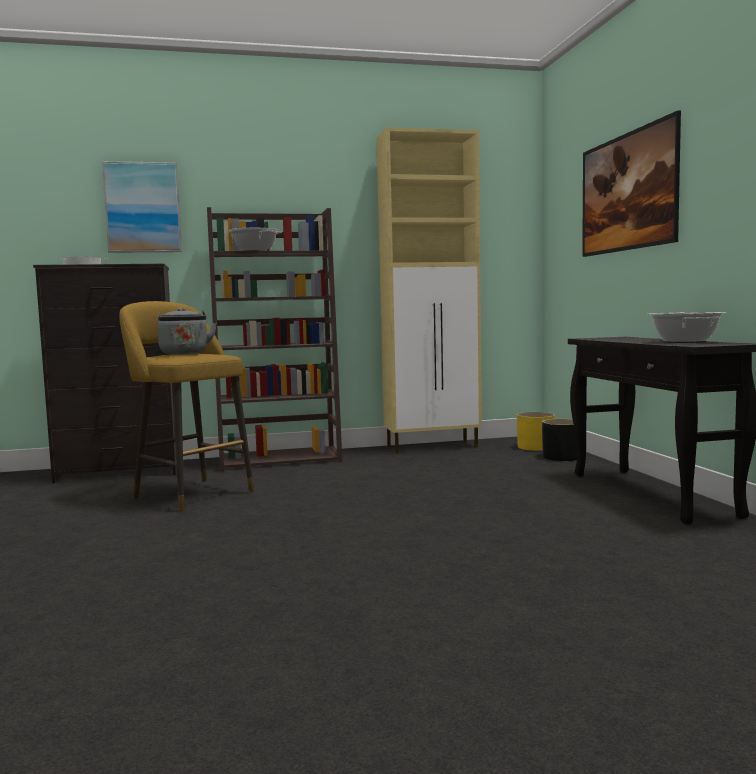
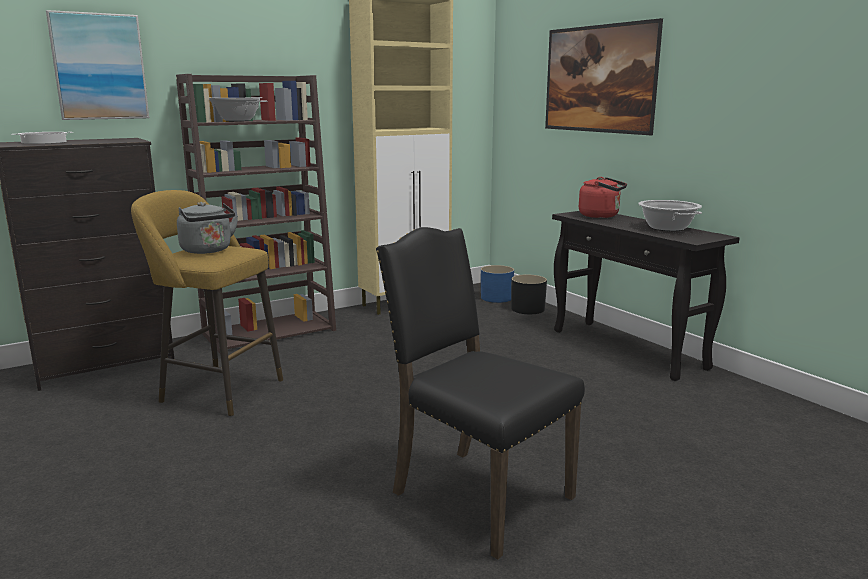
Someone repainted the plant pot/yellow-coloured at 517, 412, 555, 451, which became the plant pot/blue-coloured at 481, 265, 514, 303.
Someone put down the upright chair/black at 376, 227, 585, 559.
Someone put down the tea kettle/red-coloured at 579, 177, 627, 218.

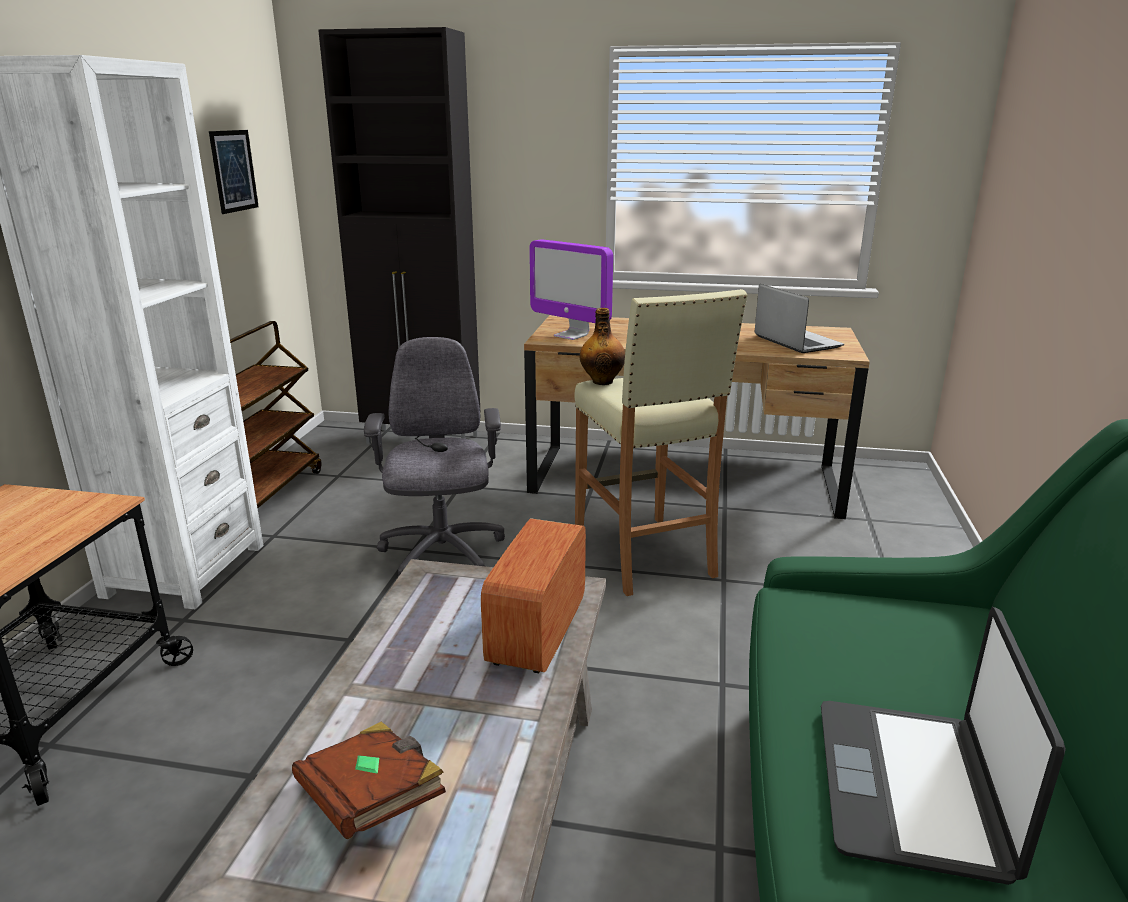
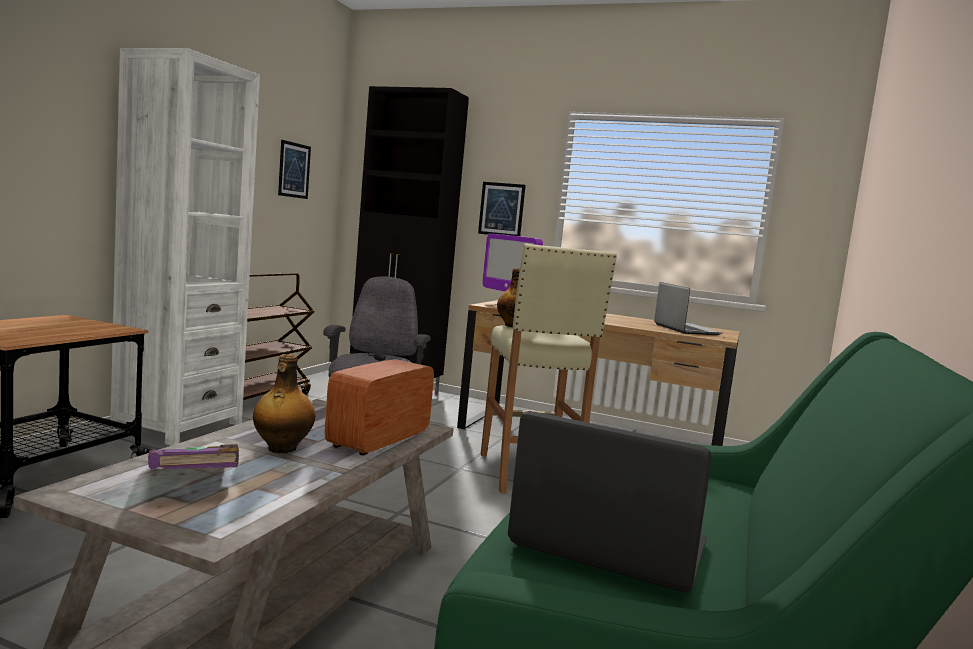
Someone repainted the volume/brownish at 292, 722, 446, 839, which became the volume/purple at 148, 444, 239, 470.
Someone rotated the notebook computer at 821, 607, 1066, 885 by 90 degrees clockwise.
Someone put down the drink bottle at 253, 354, 315, 453.
Someone put up the wall art at 478, 182, 526, 236.

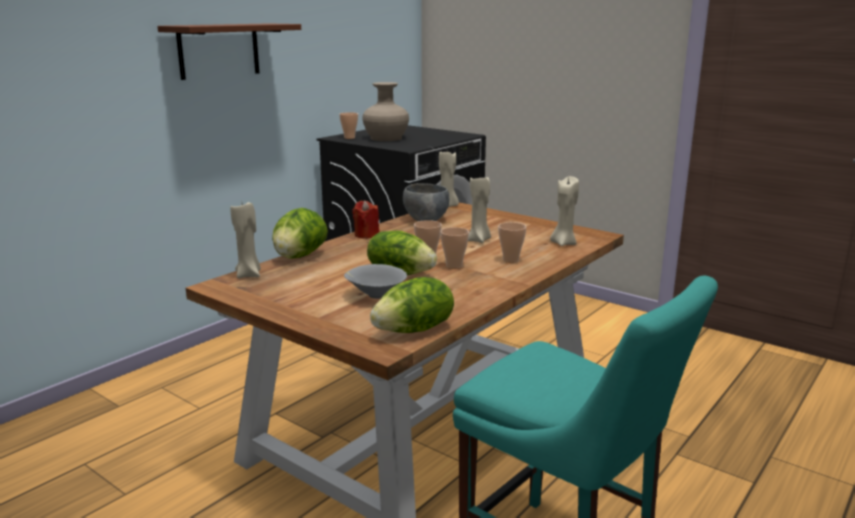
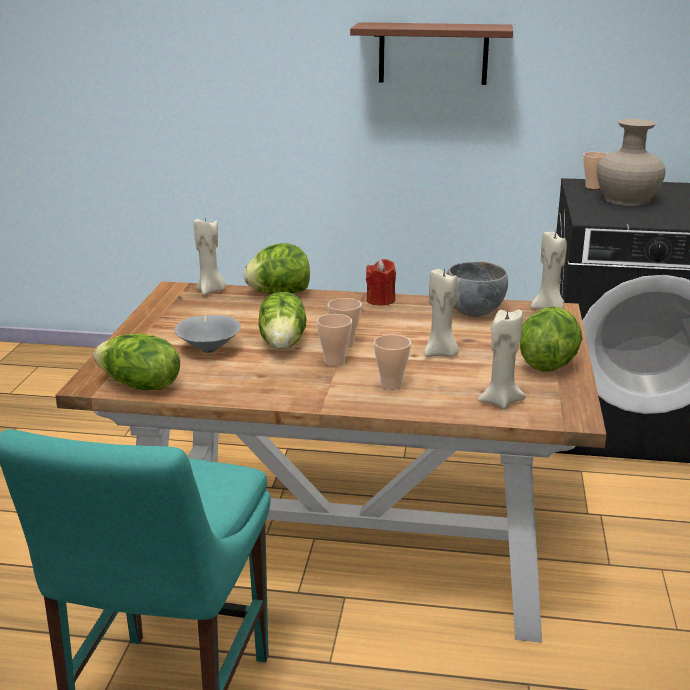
Someone put down the lettuce head at 520, 306, 583, 372.

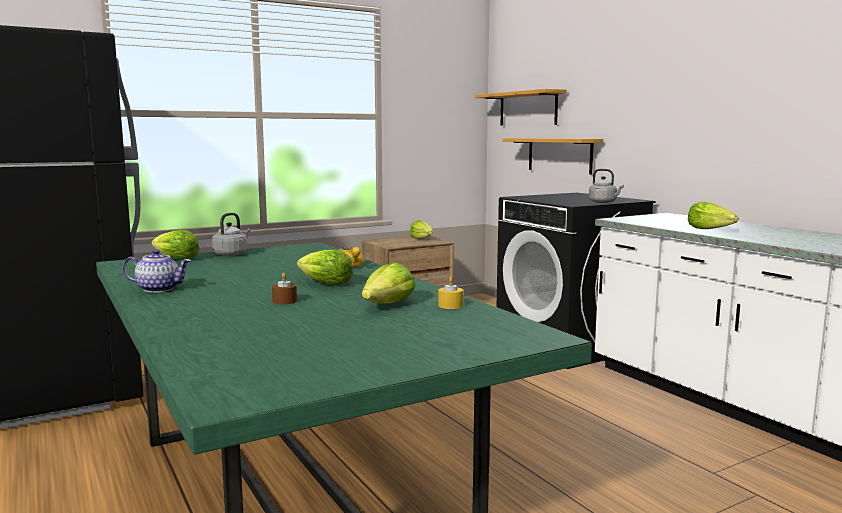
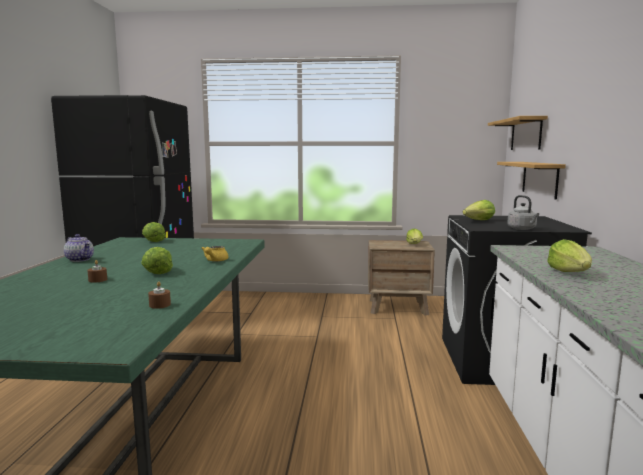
Someone took away the tea kettle/grey at 212, 213, 250, 256.
Someone carried the lettuce head from 362, 262, 416, 304 to 463, 200, 495, 220.
Someone repainted the wax candle/yellow-coloured at 438, 277, 463, 309, which became the wax candle/brownish at 148, 281, 171, 309.

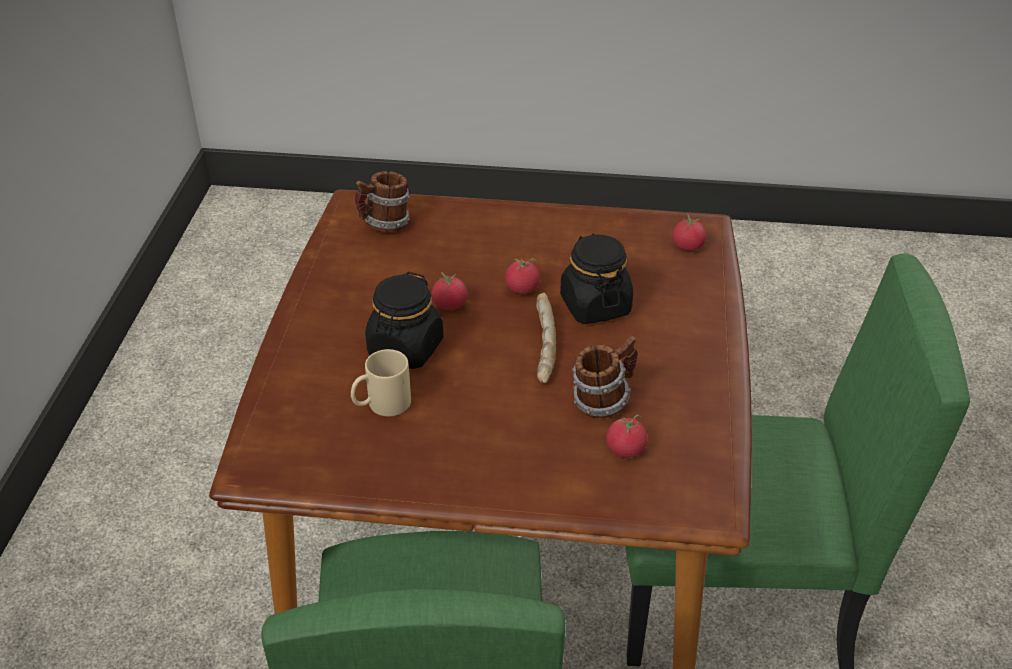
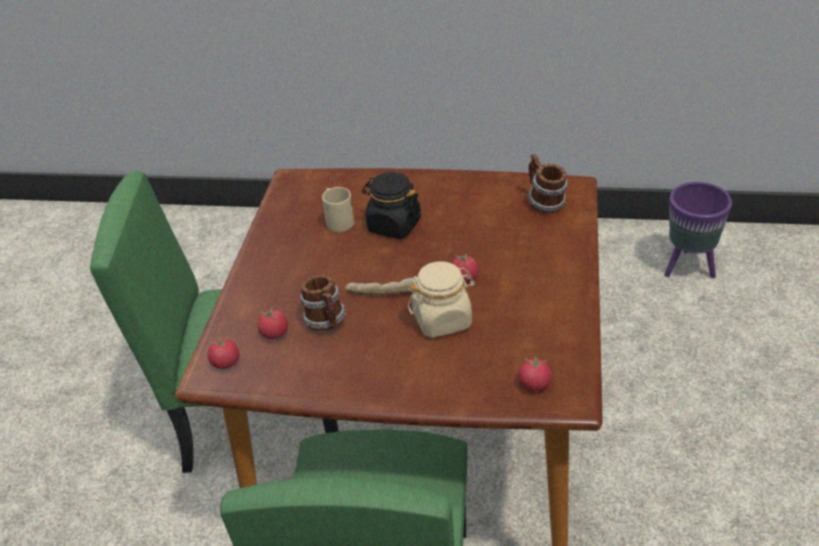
Someone carried the fresh tomato from 432, 272, 467, 310 to 208, 335, 239, 369.
Someone repainted the preserve jar/black at 560, 234, 633, 324, which became the preserve jar/beige-coloured at 408, 261, 475, 338.
Someone put down the plant pot/purple at 665, 182, 732, 278.

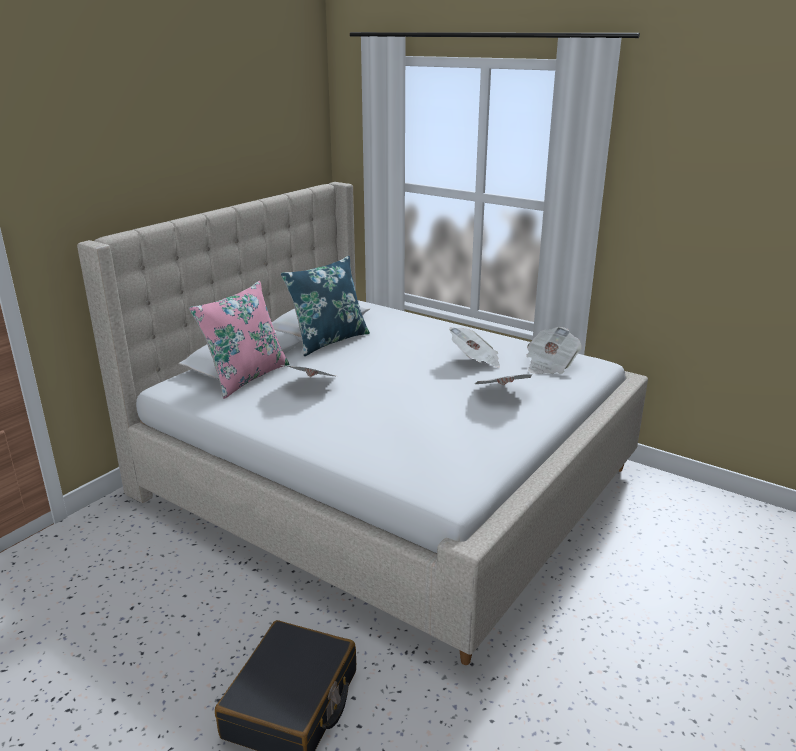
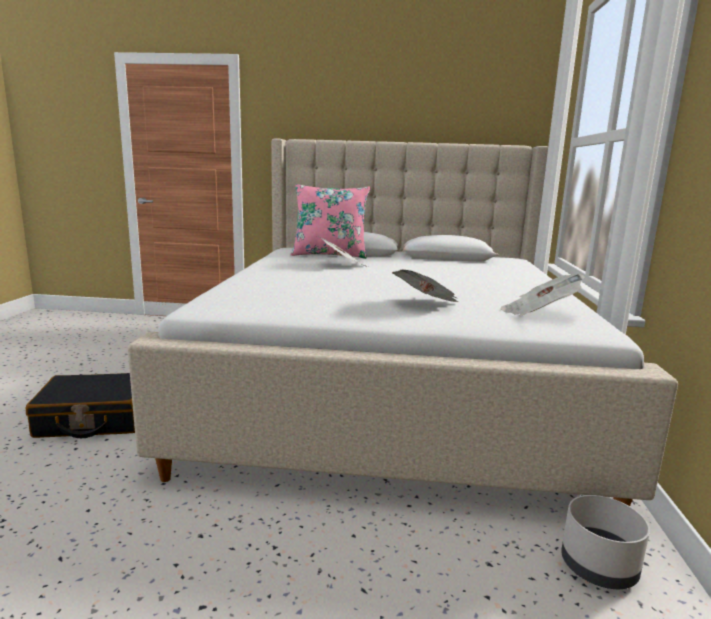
Someone took away the pillow/blue-coloured at 281, 256, 370, 356.
Someone took away the newspaper at 449, 327, 500, 367.
Someone put down the plant pot/grey at 561, 495, 650, 589.

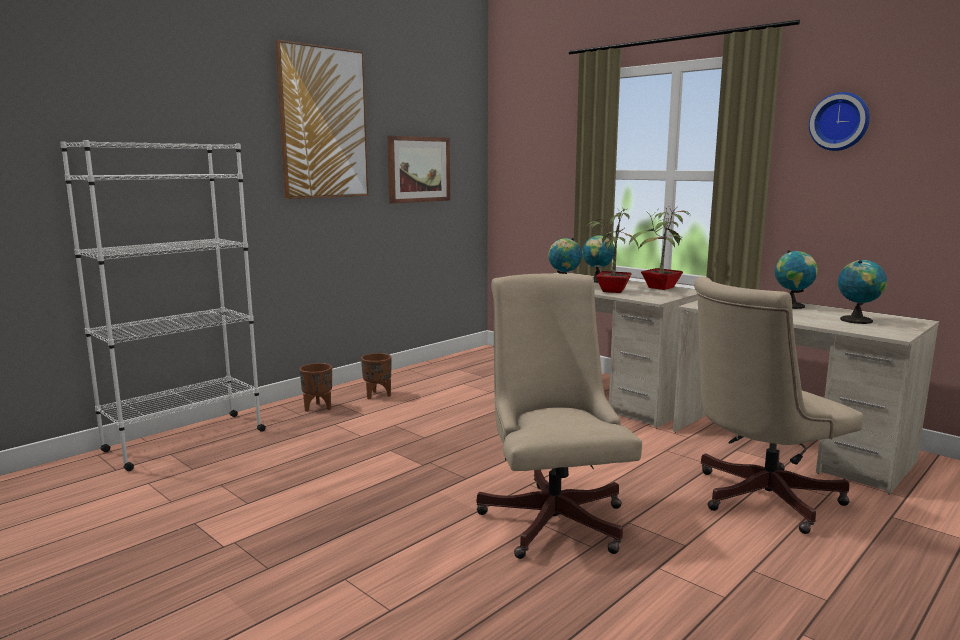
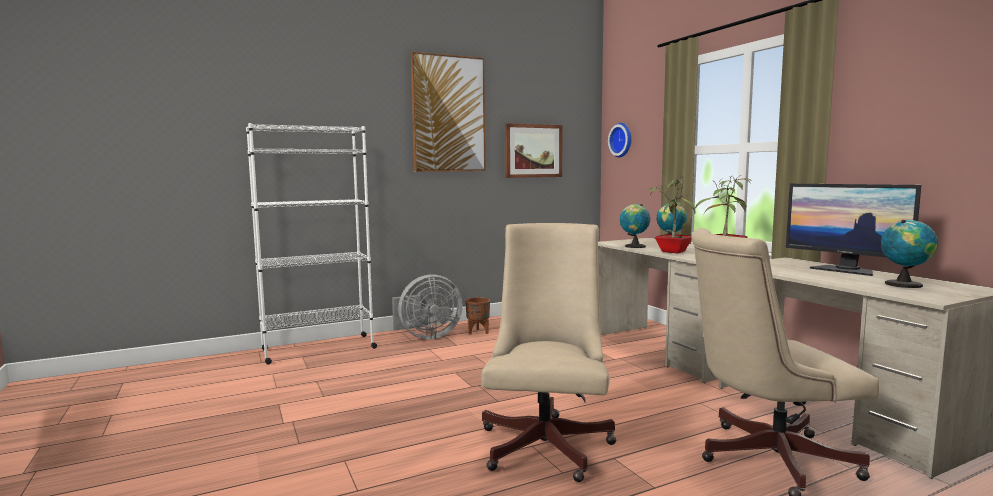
Someone swapped the plant pot/brownish at 299, 363, 332, 412 for the electric fan/grey at 392, 275, 463, 339.
Someone swapped the world globe at 775, 250, 818, 309 for the monitor at 786, 184, 921, 276.
Someone carried the hanging clock from 809, 92, 870, 151 to 608, 123, 632, 157.

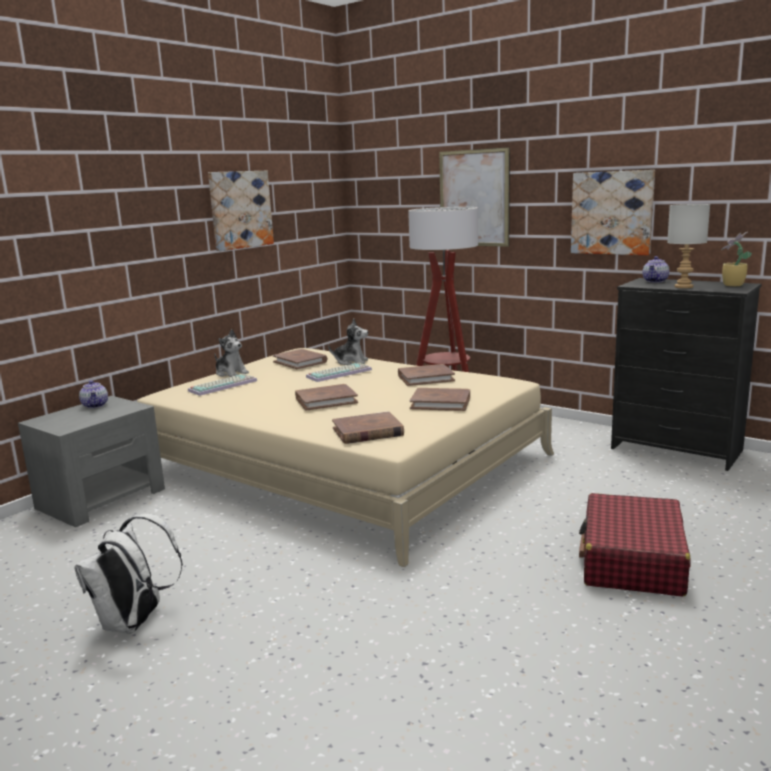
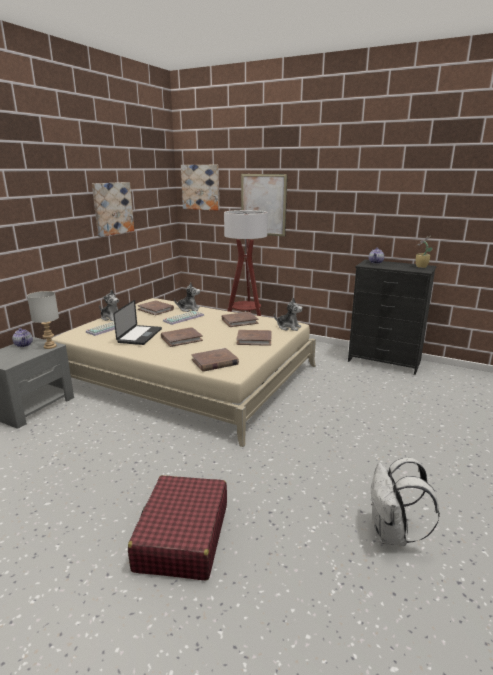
Someone carried the knapsack/white from 75, 514, 183, 634 to 371, 458, 440, 546.
Someone carried the wall art from 571, 170, 655, 255 to 181, 165, 219, 211.
Someone carried the piece of luggage/red-coloured from 579, 493, 691, 596 to 128, 475, 227, 580.
Someone carried the lamp for a table/grey from 667, 204, 710, 288 to 27, 291, 59, 349.
Someone put down the notebook computer at 113, 300, 162, 345.
Someone put down the soft toy at 274, 297, 303, 331.

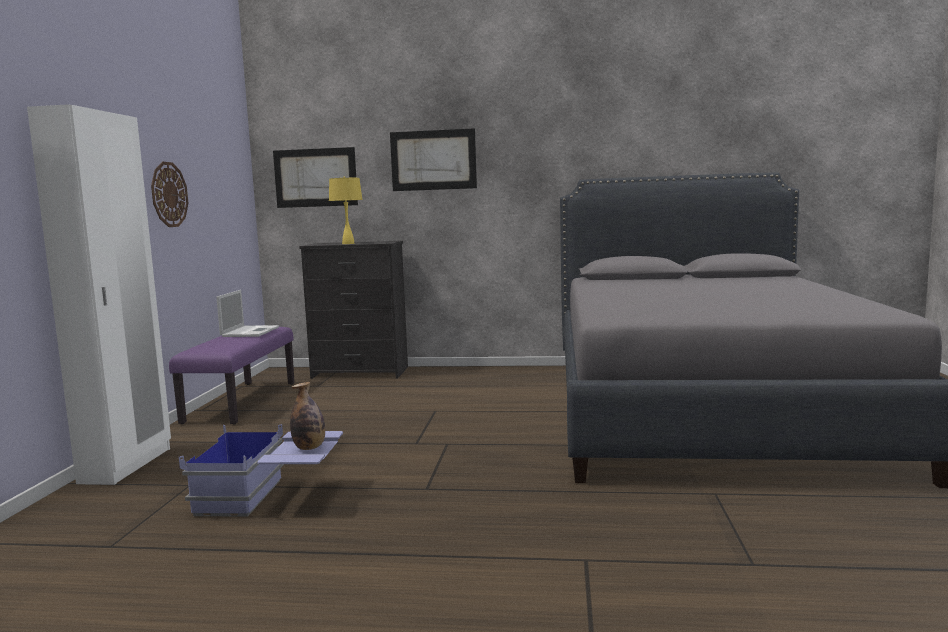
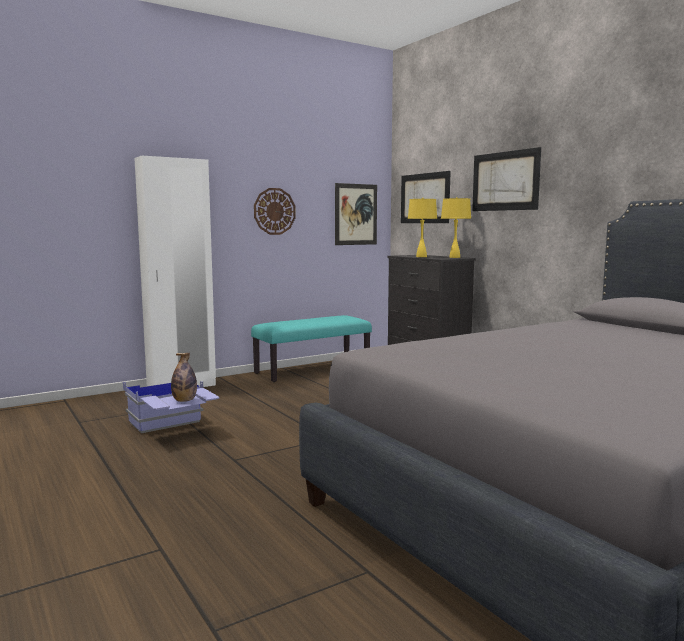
Someone repainted the bench/purple at 169, 327, 295, 424, which became the bench/turquoise at 251, 315, 372, 382.
Someone took away the notebook computer at 216, 290, 279, 337.
Someone put up the wall art at 335, 183, 377, 245.
Someone put down the lamp for a table/yellow-coloured at 441, 197, 471, 258.

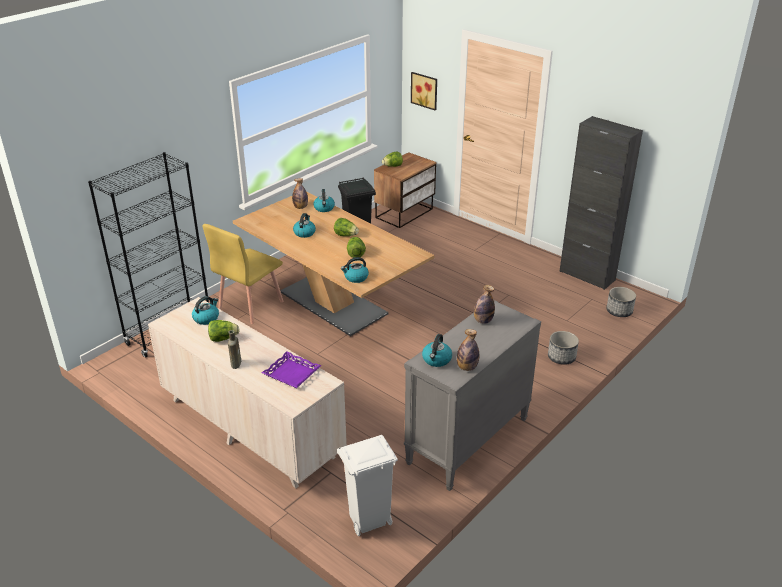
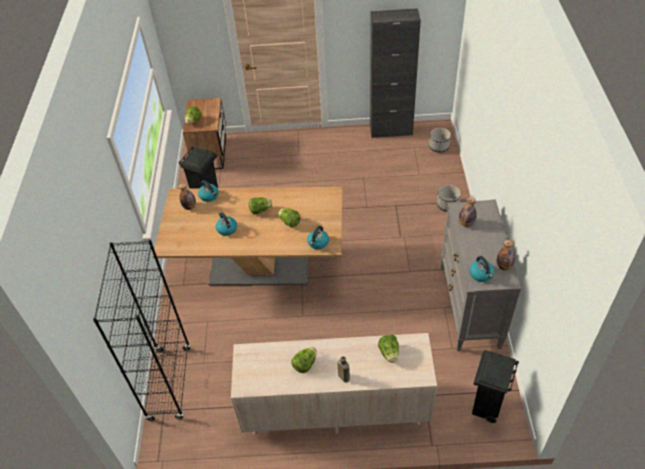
Someone took away the tea kettle at 192, 296, 219, 325.
Someone took away the upright chair/yellow-coloured at 203, 224, 284, 324.
Someone swapped the carrying tray/purple at 262, 351, 321, 388 for the lettuce head at 378, 334, 399, 363.
Someone repainted the waste bin/white at 337, 435, 398, 536, which became the waste bin/black at 472, 350, 519, 423.
Someone took away the wall art at 411, 72, 437, 110.

